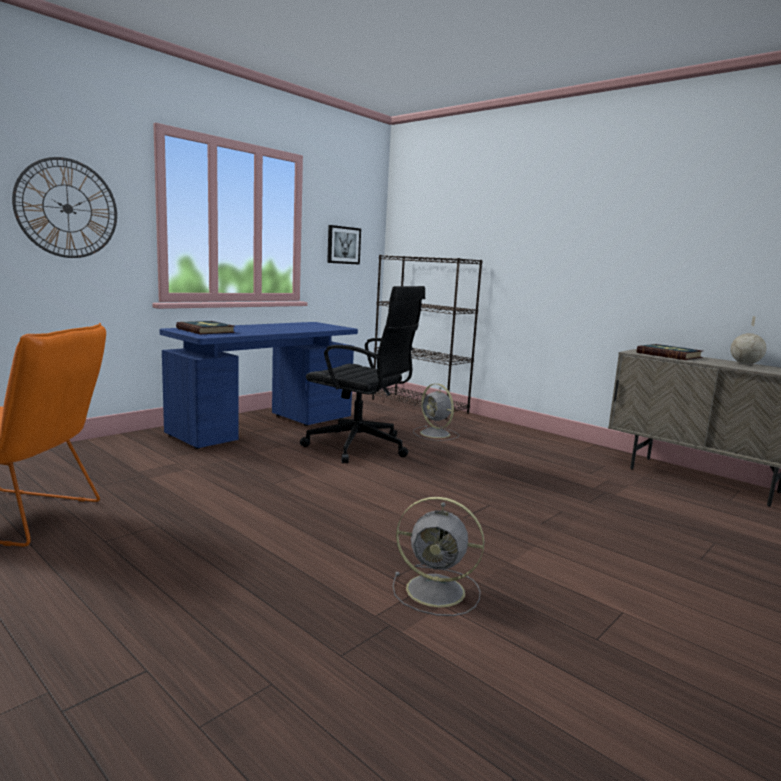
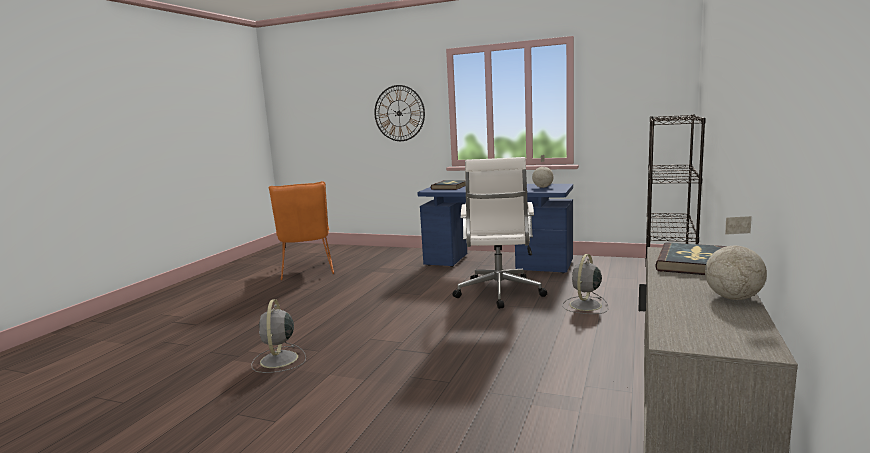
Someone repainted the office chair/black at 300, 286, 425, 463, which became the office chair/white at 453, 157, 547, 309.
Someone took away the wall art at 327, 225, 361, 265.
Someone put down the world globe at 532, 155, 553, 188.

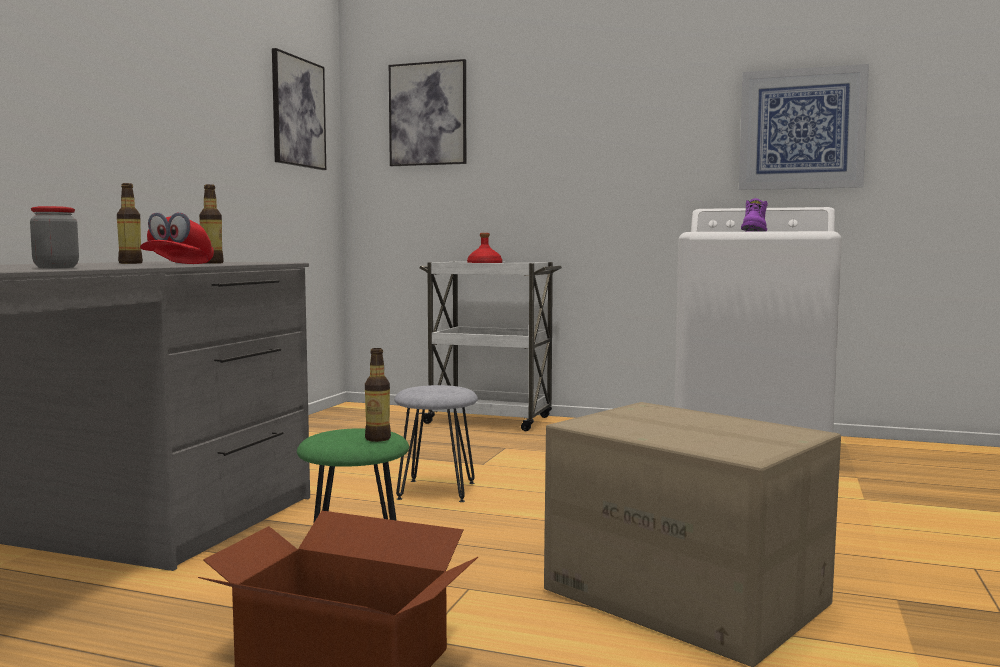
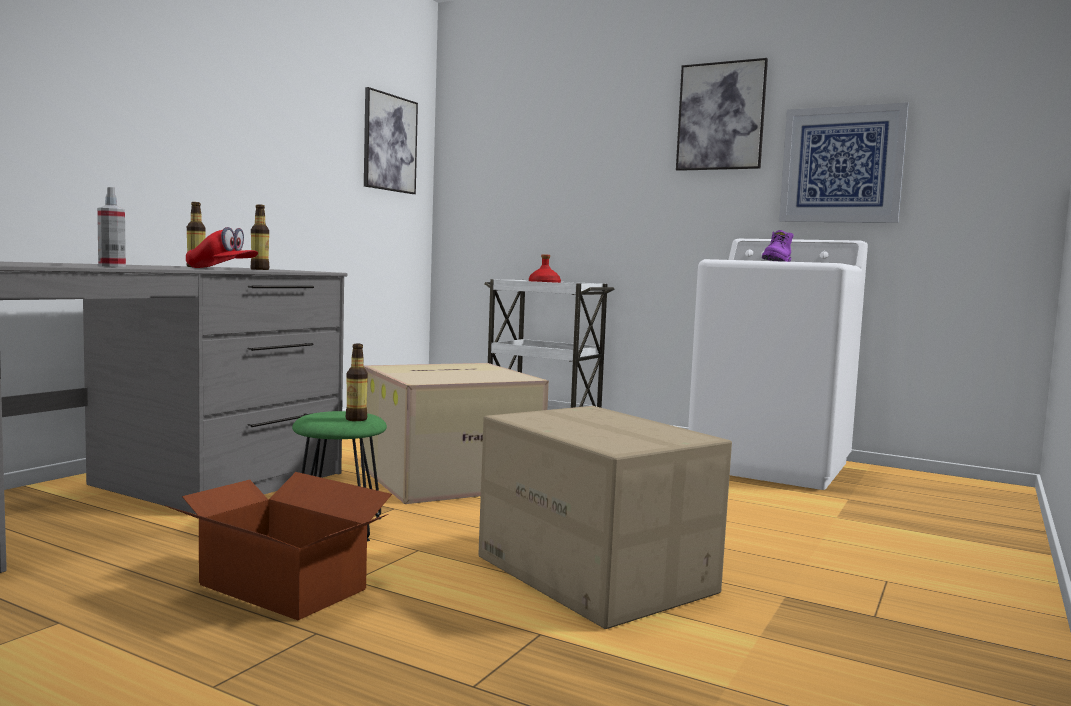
Someone swapped the preserve jar at 30, 206, 79, 268 for the spray bottle at 97, 187, 126, 267.
Someone rotated the cap/red-coloured at 140, 212, 214, 264 by 90 degrees counterclockwise.
Someone carried the wall art from 389, 59, 466, 166 to 676, 58, 768, 171.
Someone swapped the stool/grey at 394, 385, 478, 502 for the carton at 361, 363, 549, 504.

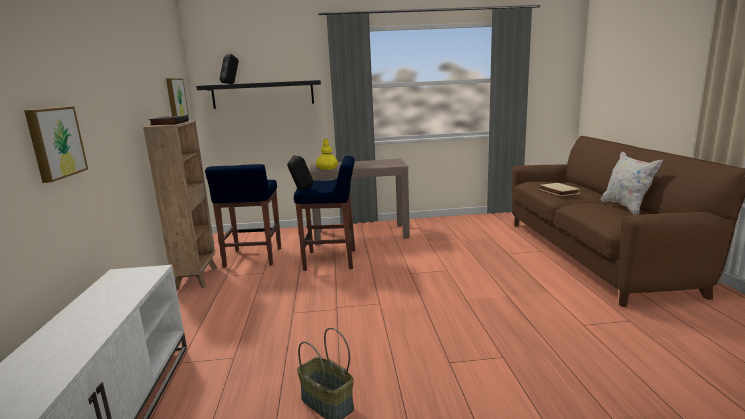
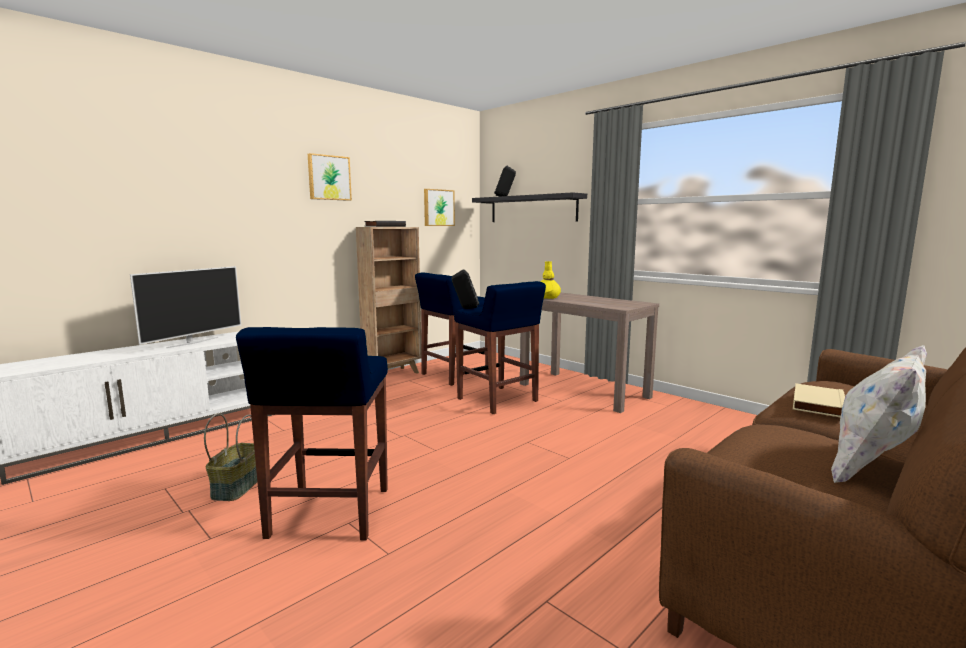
Someone carried the wall art from 24, 106, 88, 183 to 308, 153, 352, 201.
Someone put down the TV at 130, 266, 241, 348.
Someone put down the stool/blue-coloured at 236, 327, 388, 540.

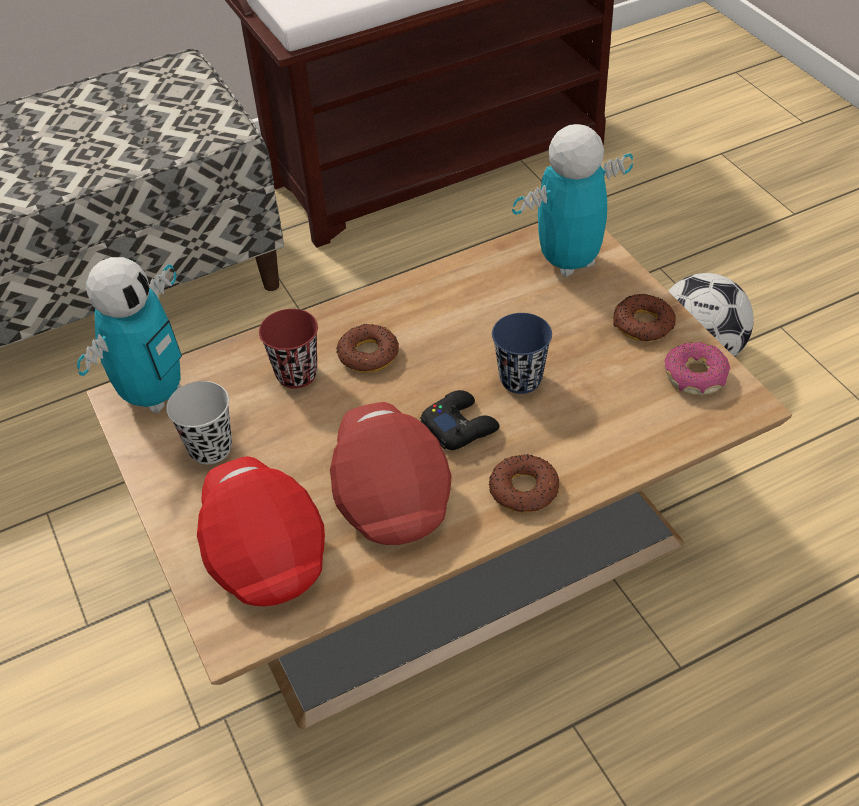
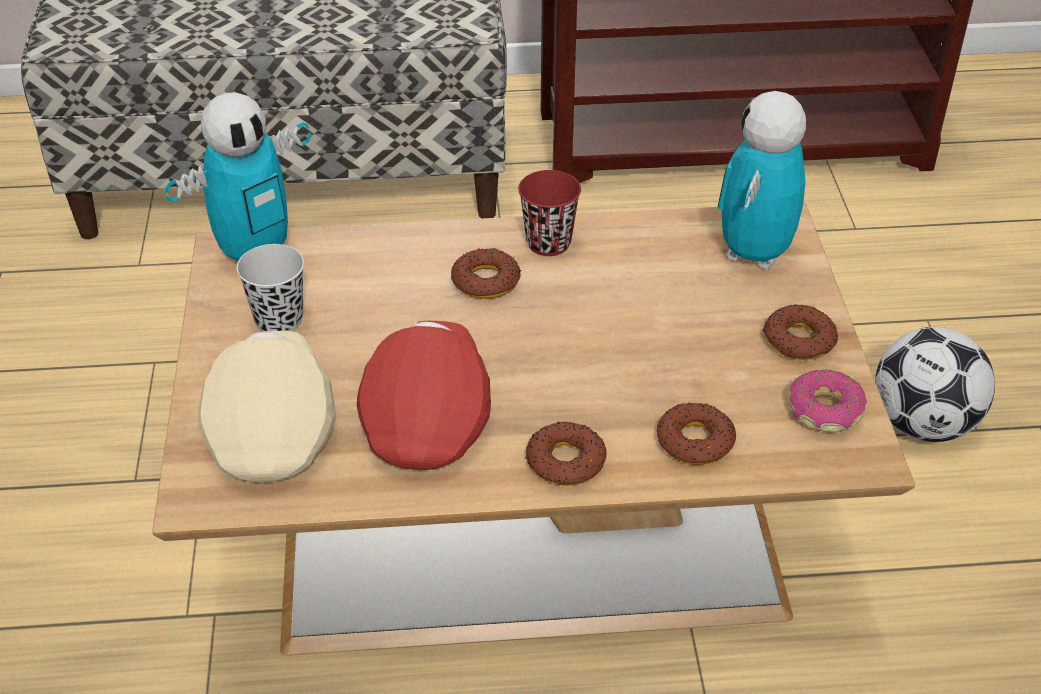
Someone repainted the cap/red-coloured at 197, 456, 325, 606, which became the cap/beige-coloured at 198, 331, 335, 482.
Someone carried the small cup/red-coloured from 259, 309, 318, 389 to 518, 170, 581, 256.
Someone took away the game controller/black at 420, 390, 500, 450.
Someone took away the small cup/blue-coloured at 492, 313, 552, 394.
Someone rotated the robot figure at 512, 124, 633, 277 by 60 degrees counterclockwise.
Someone put down the ring doughnut at 657, 403, 736, 465.

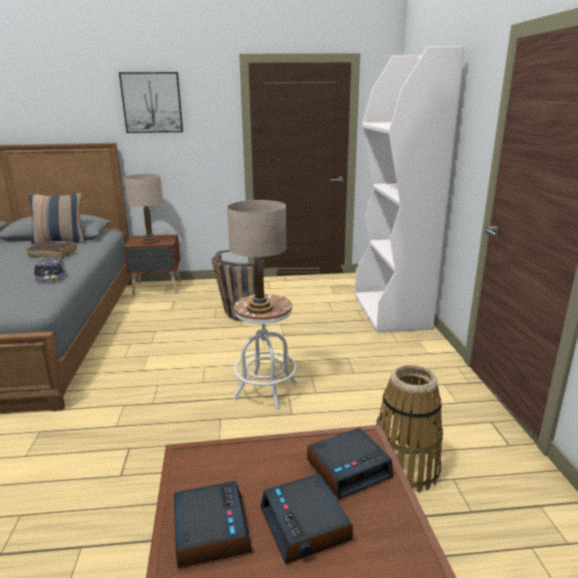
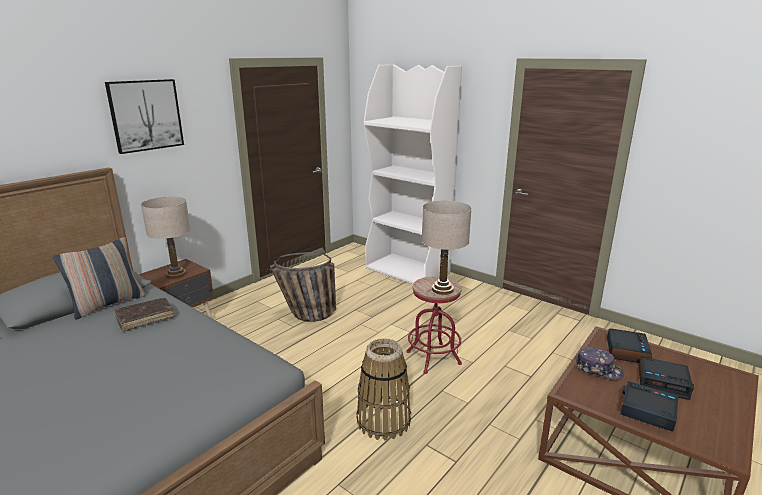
Someone carried the cap from 34, 258, 66, 282 to 576, 347, 624, 380.
Someone repainted the stool/white at 233, 294, 297, 409, which became the stool/red-coloured at 407, 276, 462, 374.
Someone carried the basket from 376, 365, 443, 493 to 356, 338, 411, 441.

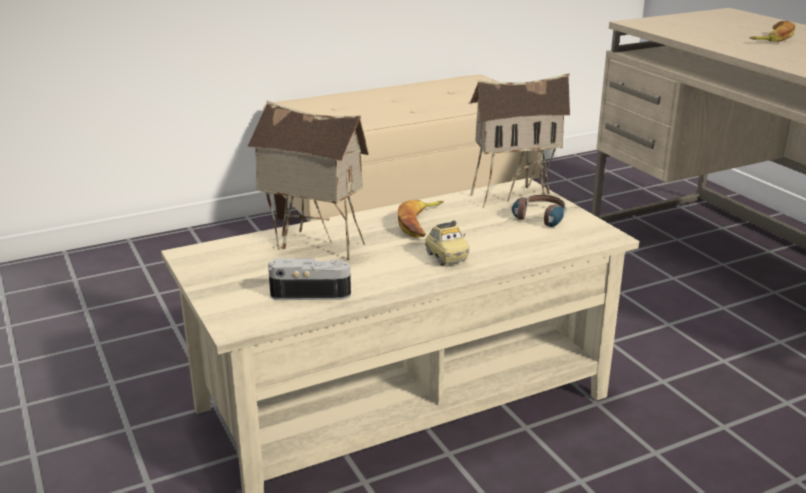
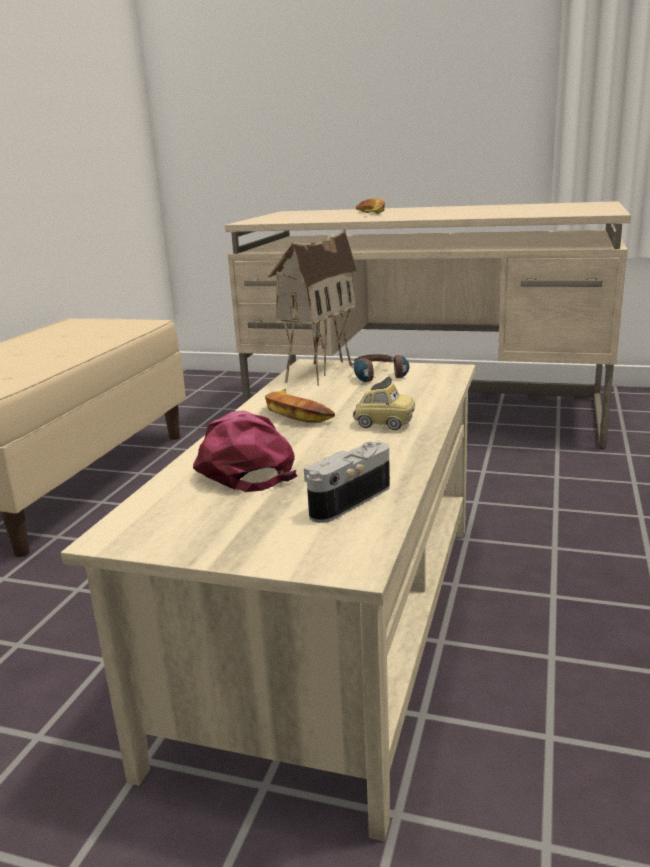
Someone swapped the model house at 247, 101, 369, 260 for the cap/pink-coloured at 193, 410, 297, 492.

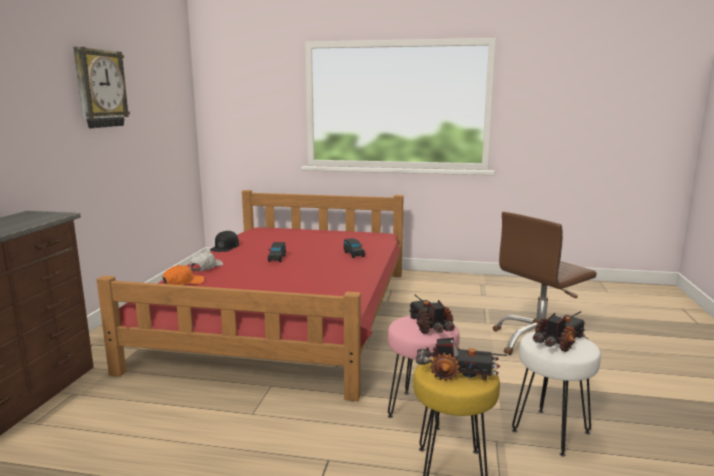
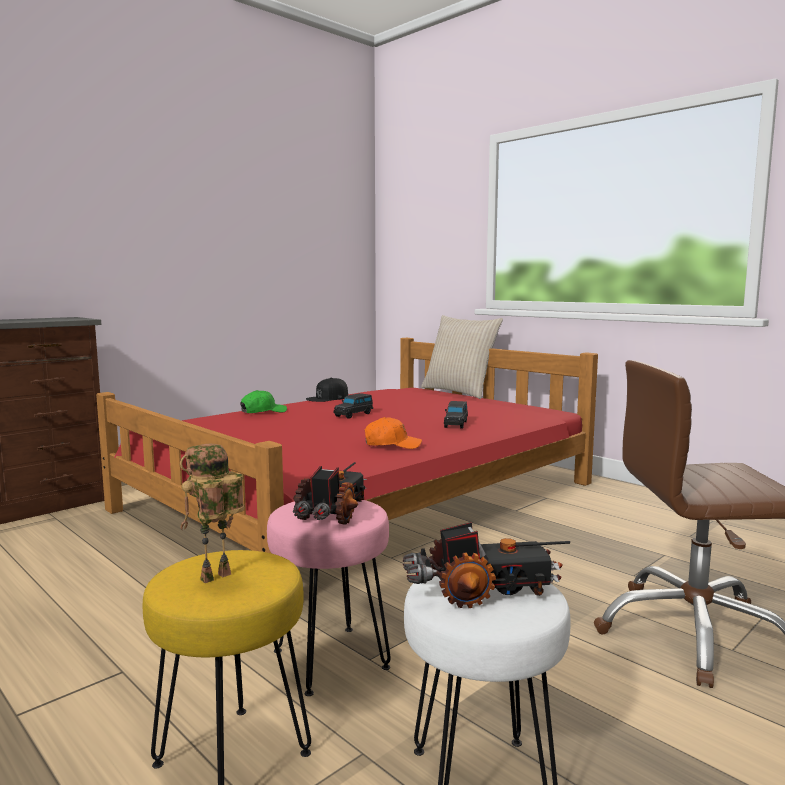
Someone took away the hanging clock at 73, 47, 130, 128.
Someone carried the cap/orange-coloured from 163, 265, 204, 285 to 365, 417, 422, 449.
Someone repainted the cap/white at 190, 251, 223, 271, which became the cap/green-coloured at 240, 390, 287, 413.
Someone swapped the model truck at 416, 337, 507, 381 for the robot figure at 180, 444, 244, 583.
Someone put down the pillow/beige-coloured at 421, 315, 503, 399.

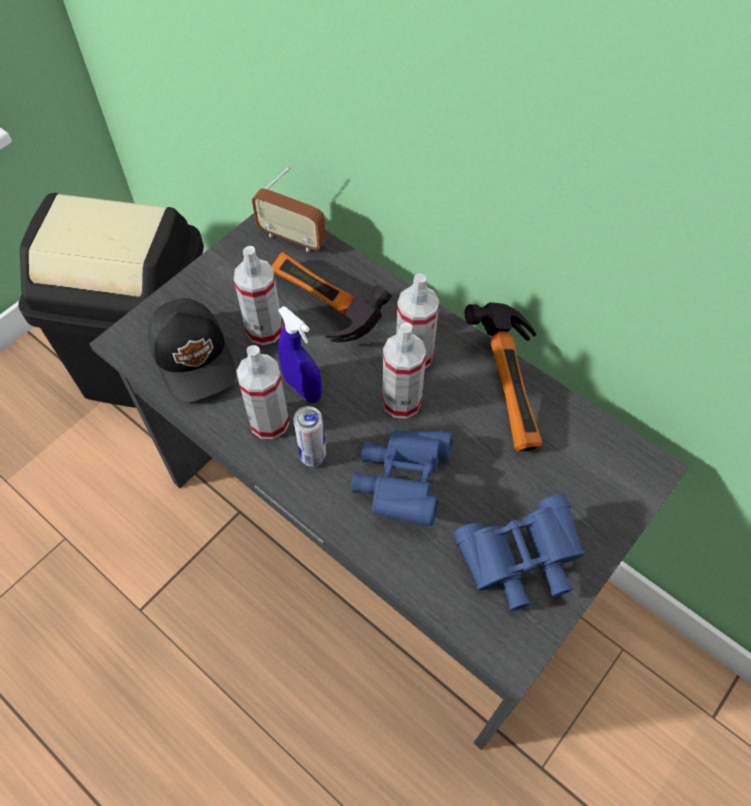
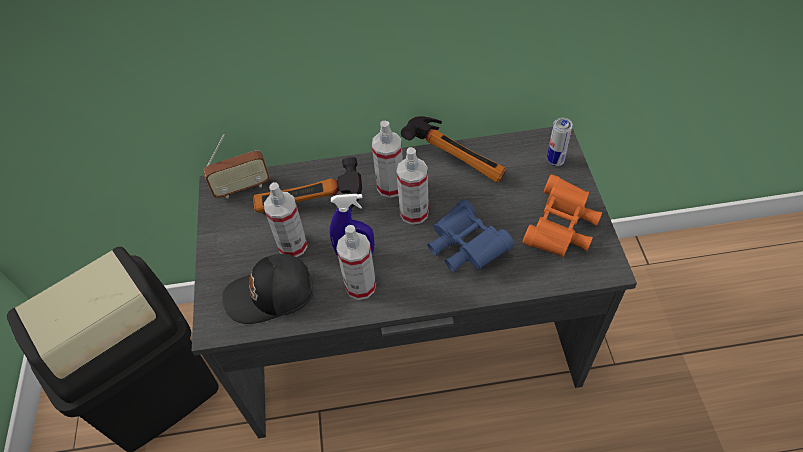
Someone rotated the cap/black at 148, 298, 236, 402 by 150 degrees clockwise.
Someone carried the metal can from 294, 406, 326, 467 to 547, 118, 573, 166.
Someone repainted the pair of binoculars/blue-coloured at 454, 494, 585, 611, which became the pair of binoculars/orange-coloured at 522, 175, 602, 257.

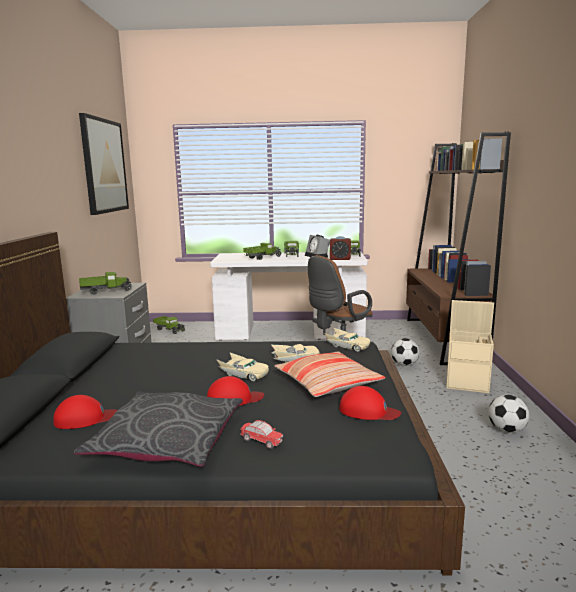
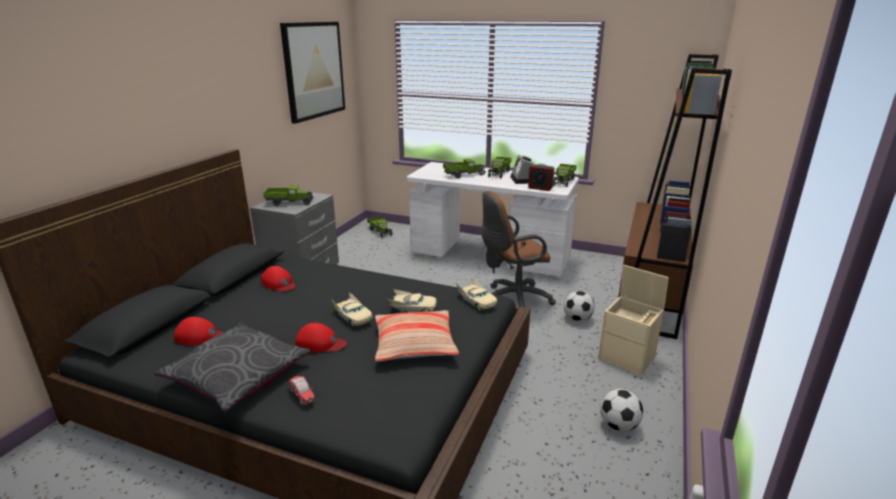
Someone carried the cap/red-coloured from 339, 386, 401, 420 to 261, 266, 296, 292.

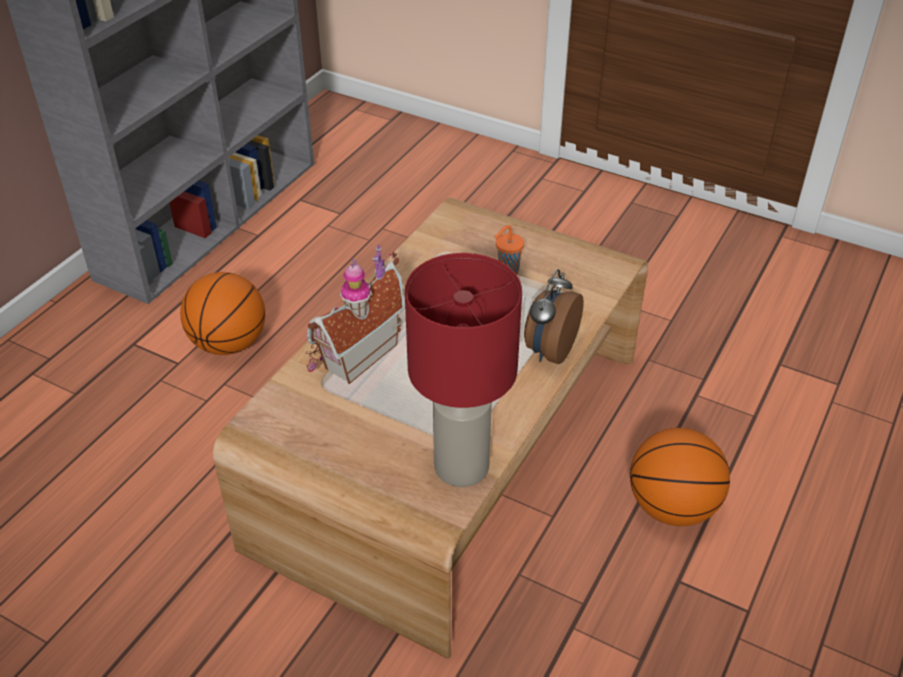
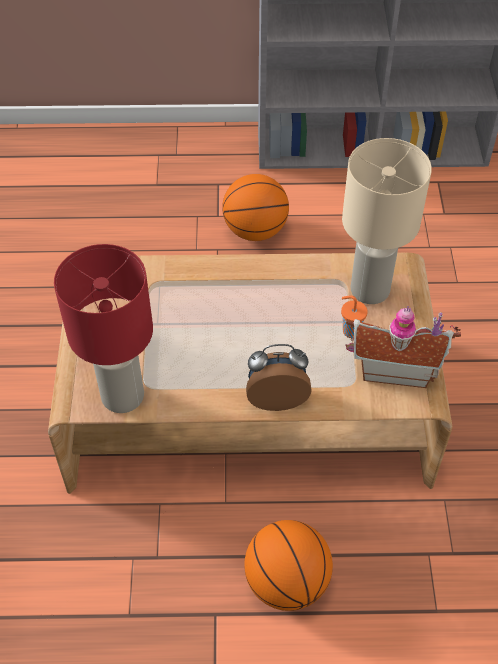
Someone carried the model house from 306, 245, 404, 384 to 346, 306, 461, 388.
Someone put down the lamp for a table/beige-coloured at 342, 138, 432, 304.

